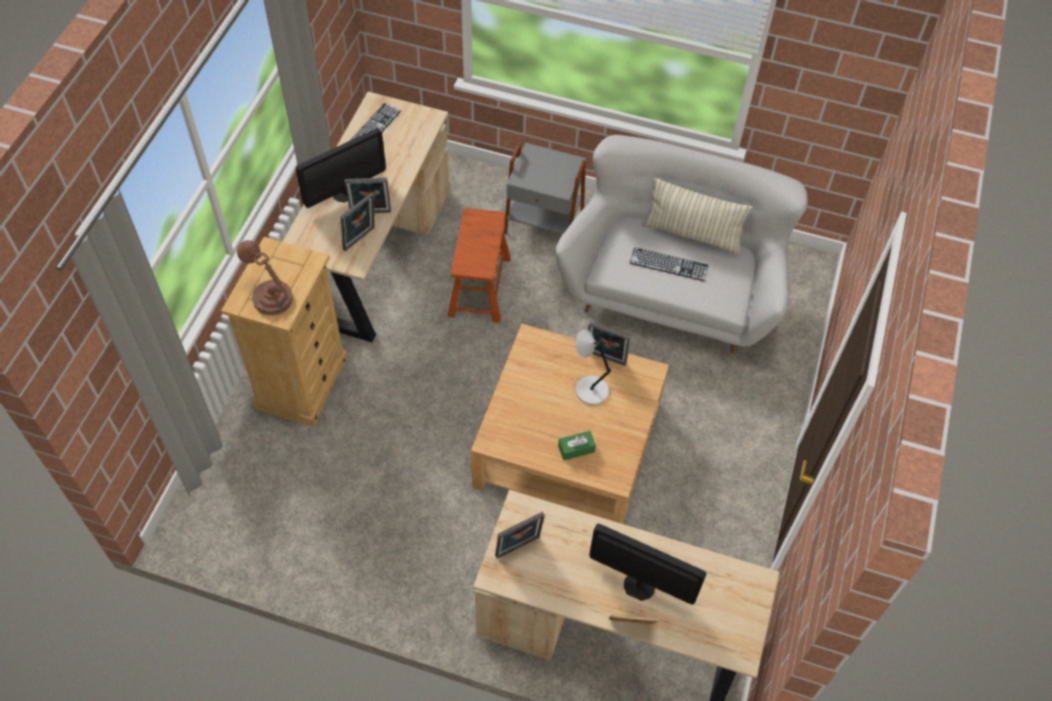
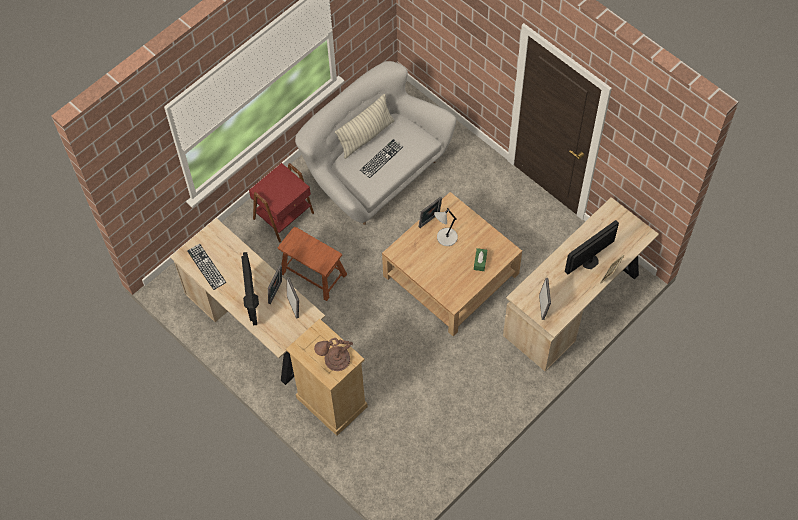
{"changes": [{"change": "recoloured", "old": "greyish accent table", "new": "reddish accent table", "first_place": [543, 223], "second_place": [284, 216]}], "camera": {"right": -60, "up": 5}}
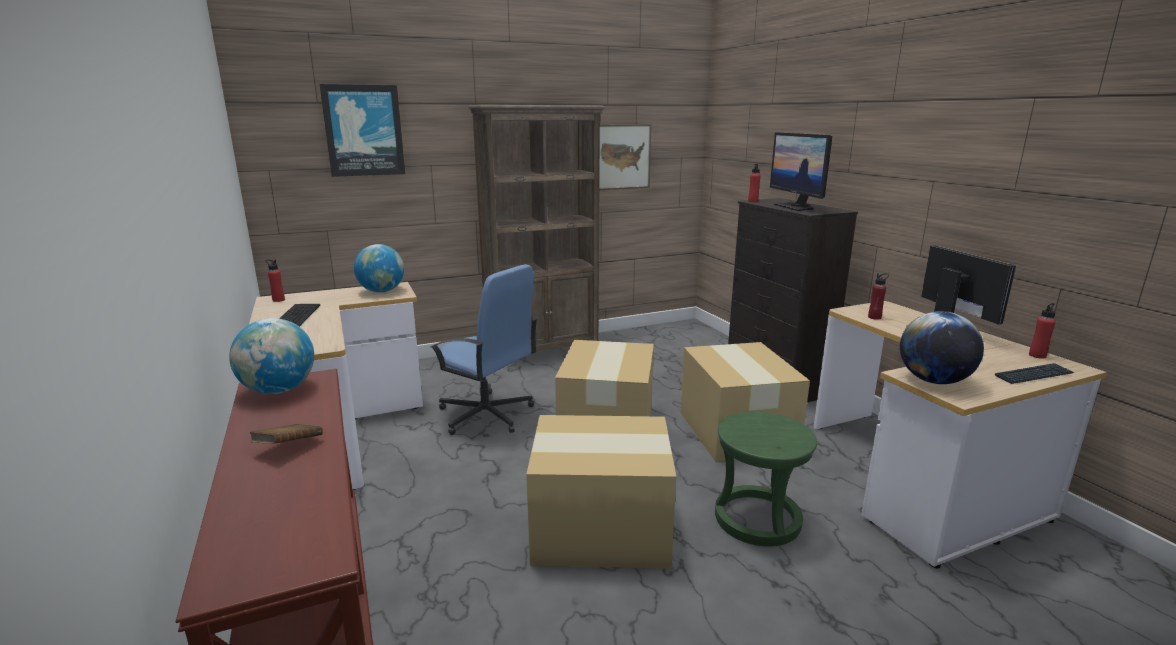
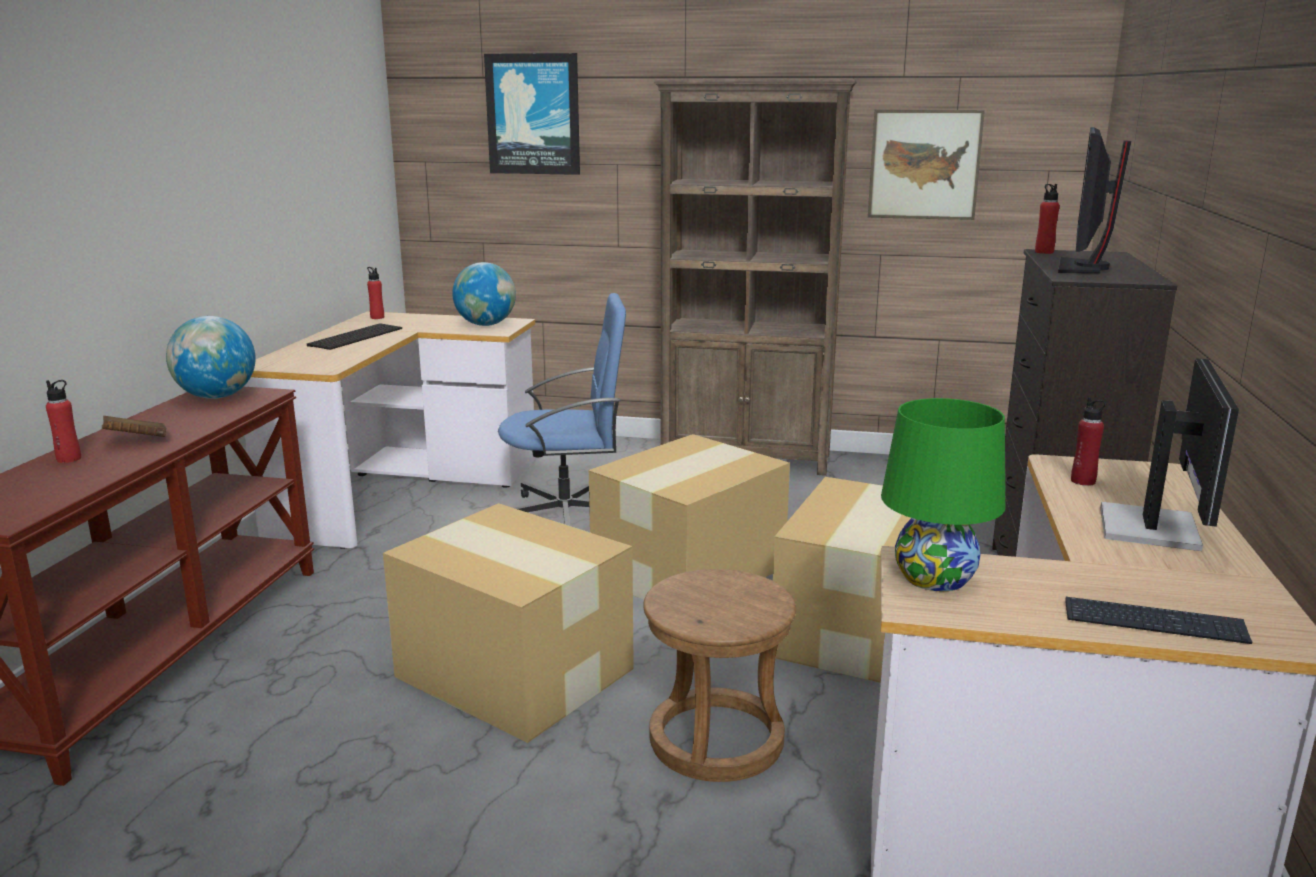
{"changes": [{"change": "moved", "old": "reddish beverage bottle", "first_place": [1037, 355], "second_place": [69, 459]}, {"change": "turned", "old": "blue desk chair", "first_place": [486, 415], "second_place": [567, 515], "degrees": -75}, {"change": "recoloured", "old": "greenish stool seat", "new": "brown stool seat", "first_place": [756, 519], "second_place": [716, 739]}, {"change": "replaced", "old": "desk globe", "new": "greenish lamp for a table", "first_place": [933, 381], "second_place": [934, 577]}], "camera": {"right": 35, "up": 0}}
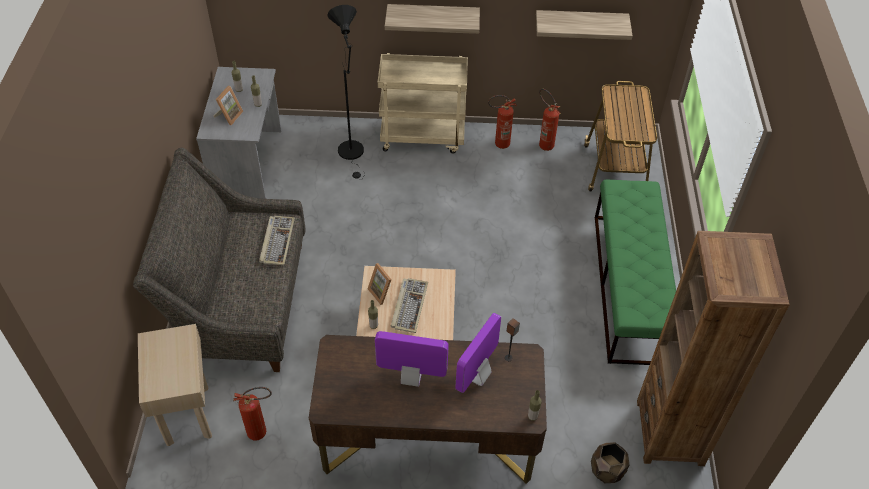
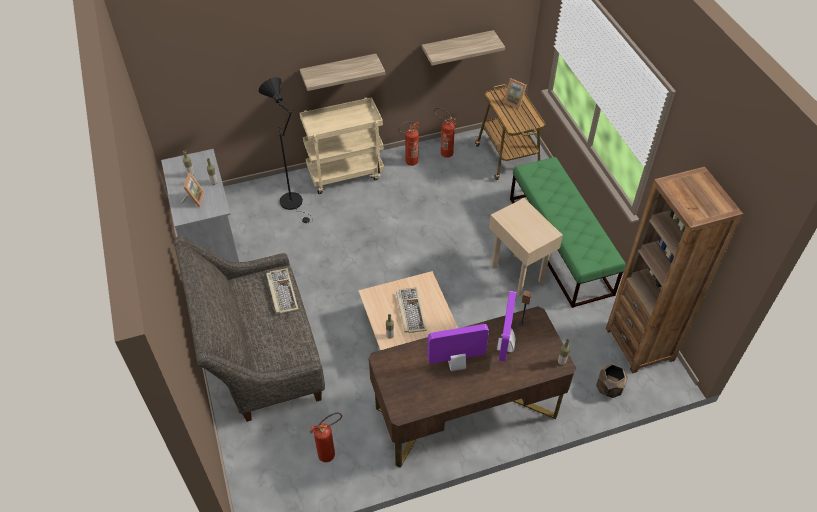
{"changes": [{"change": "moved", "old": "beige-coloured accent table", "first_place": [188, 415], "second_place": [518, 273]}, {"change": "moved", "old": "standing frame", "first_place": [382, 292], "second_place": [514, 101]}], "camera": {"right": -20, "up": 0}}
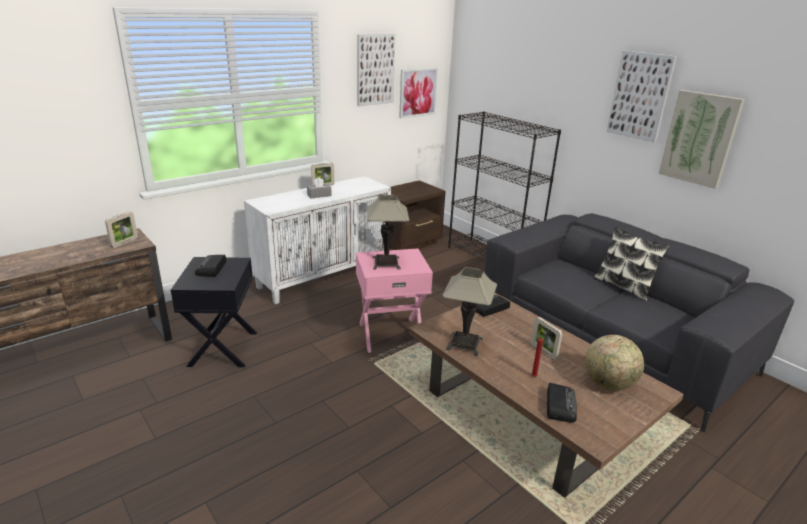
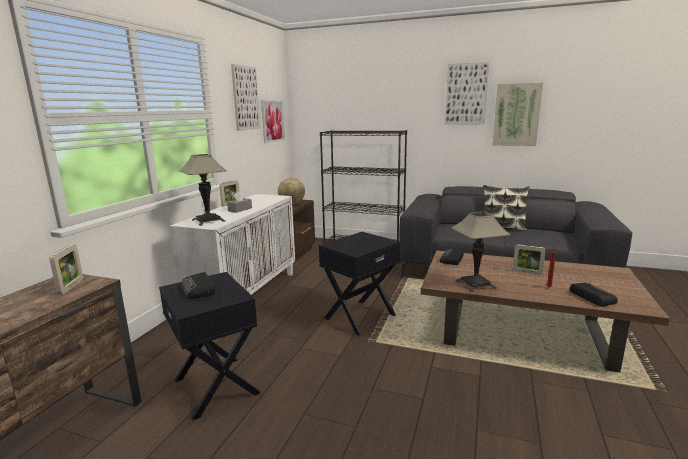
{"changes": [{"change": "moved", "old": "lamp for a table", "first_place": [386, 263], "second_place": [208, 220]}, {"change": "moved", "old": "desk globe", "first_place": [608, 384], "second_place": [292, 204]}, {"change": "recoloured", "old": "pinkish accent table", "new": "black accent table", "first_place": [390, 334], "second_place": [359, 316]}], "camera": {"right": -30, "up": -10}}
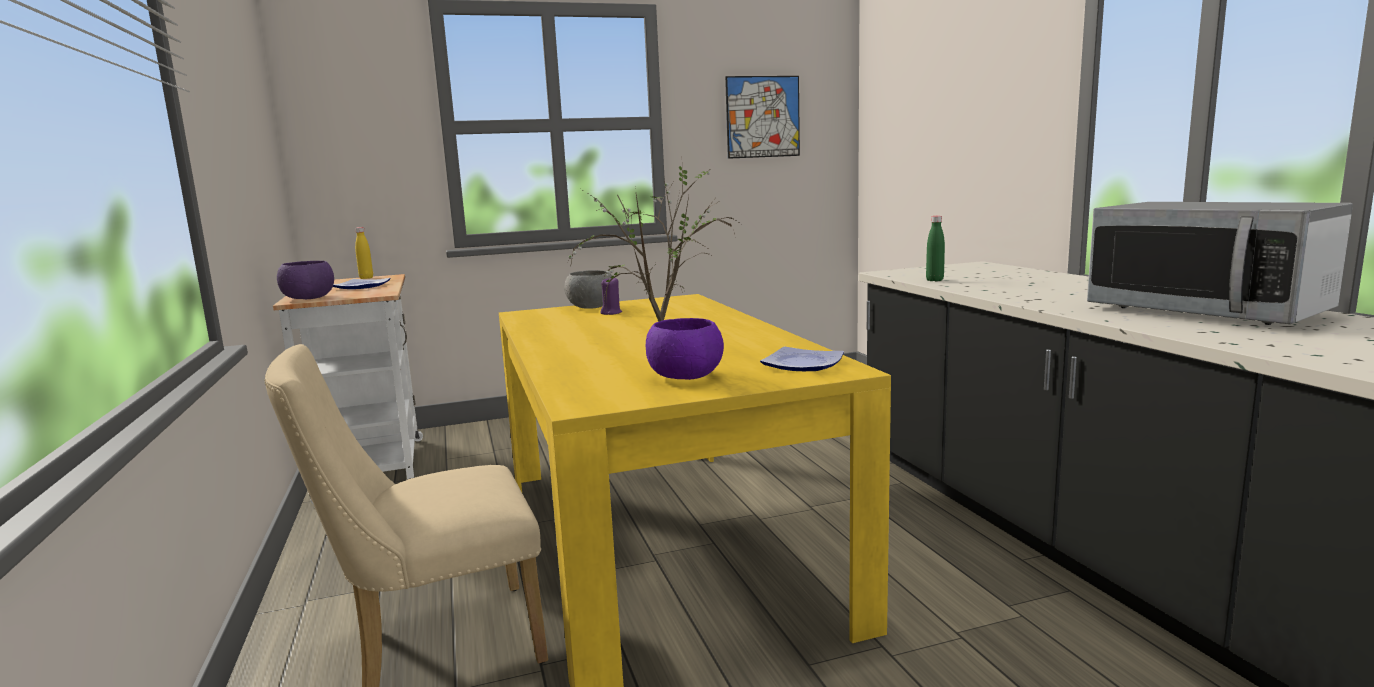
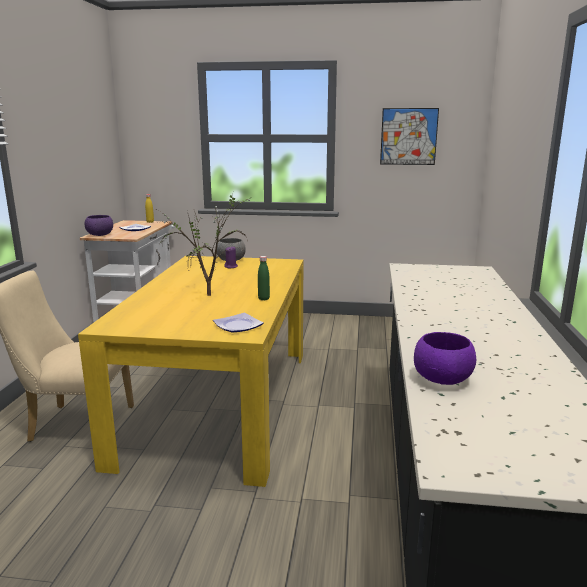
{"changes": [{"change": "moved", "old": "greenish beverage bottle", "first_place": [934, 280], "second_place": [263, 299]}, {"change": "moved", "old": "purple-coloured bowl", "first_place": [685, 377], "second_place": [441, 379]}, {"change": "removed", "old": "kitchen microwave", "first_place": [1206, 311]}], "camera": {"right": 25, "up": 5}}
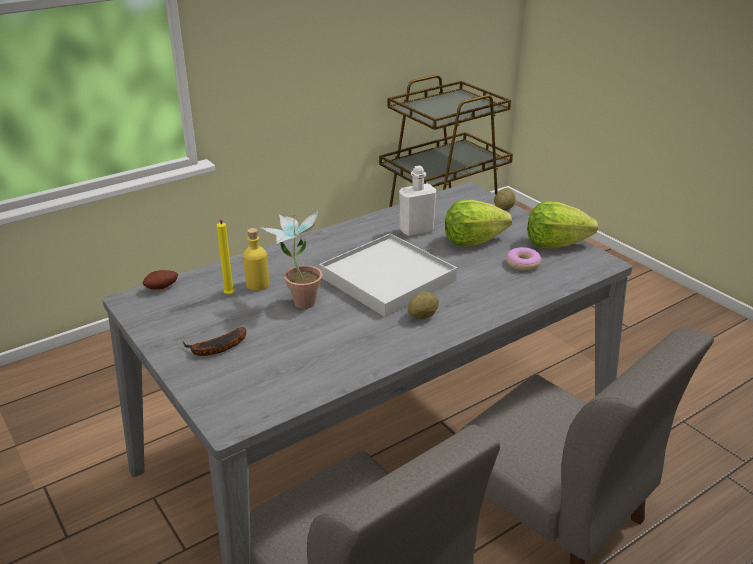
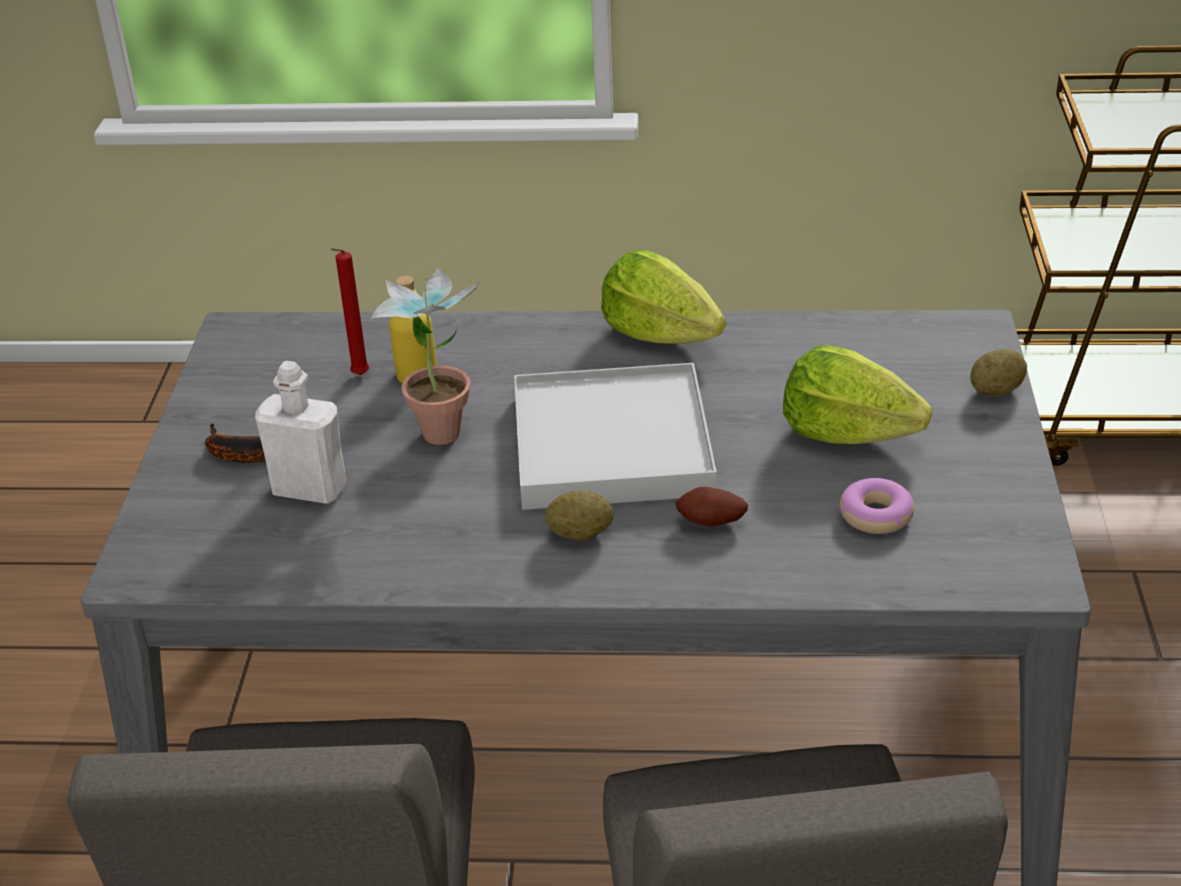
{"changes": [{"change": "moved", "old": "whitish beverage bottle", "first_place": [416, 230], "second_place": [309, 489]}, {"change": "recoloured", "old": "yellow-coloured wax light", "new": "reddish wax light", "first_place": [229, 296], "second_place": [358, 376]}, {"change": "moved", "old": "lettuce", "first_place": [555, 243], "second_place": [660, 334]}, {"change": "moved", "old": "whole potato", "first_place": [162, 288], "second_place": [711, 523]}], "camera": {"right": 40, "up": 5}}
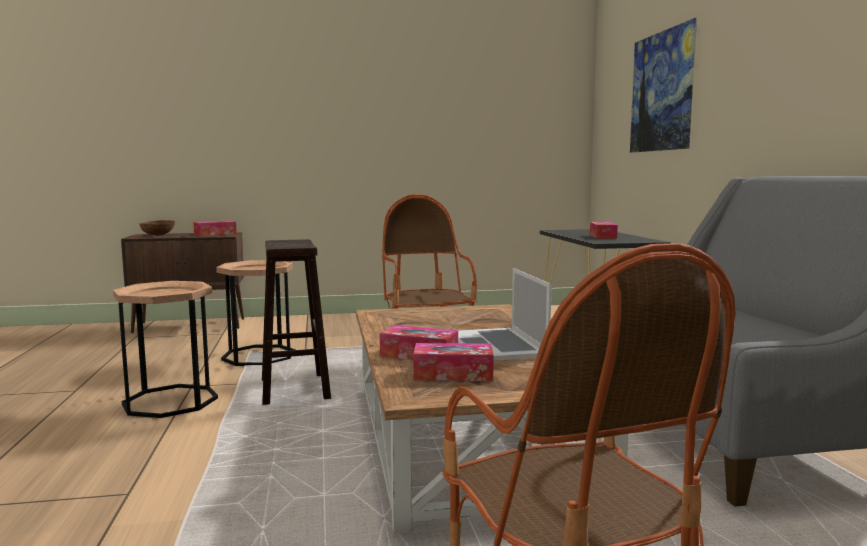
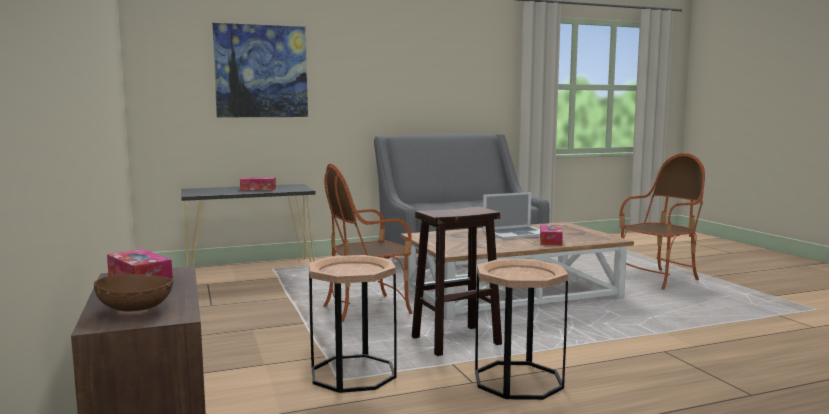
{"changes": [{"change": "removed", "old": "tissue holder", "first_place": [453, 374]}], "camera": {"right": -100, "up": 0}}
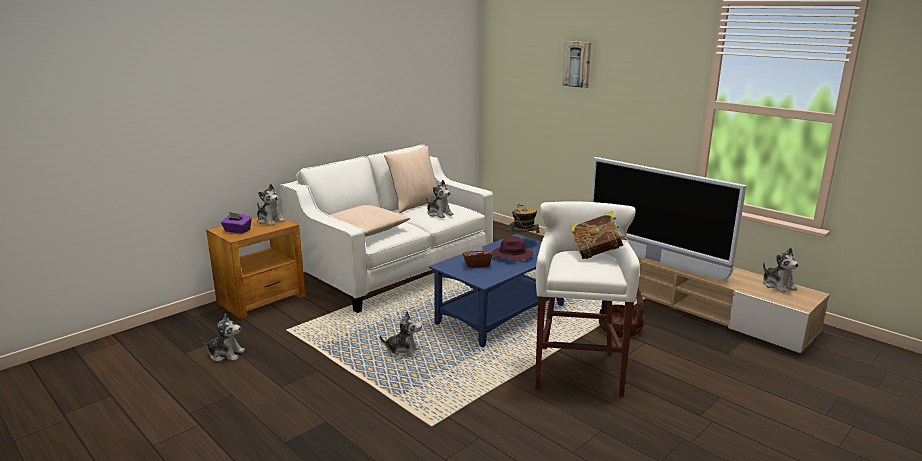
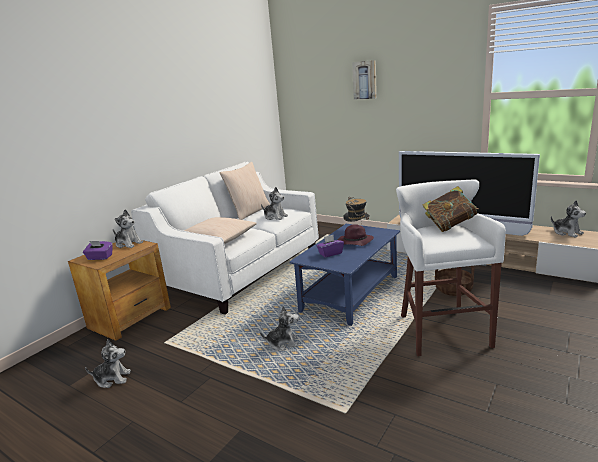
{"changes": [{"change": "recoloured", "old": "brown tissue holder", "new": "purple-coloured tissue holder", "first_place": [477, 264], "second_place": [330, 253]}], "camera": {"right": -10, "up": 0}}
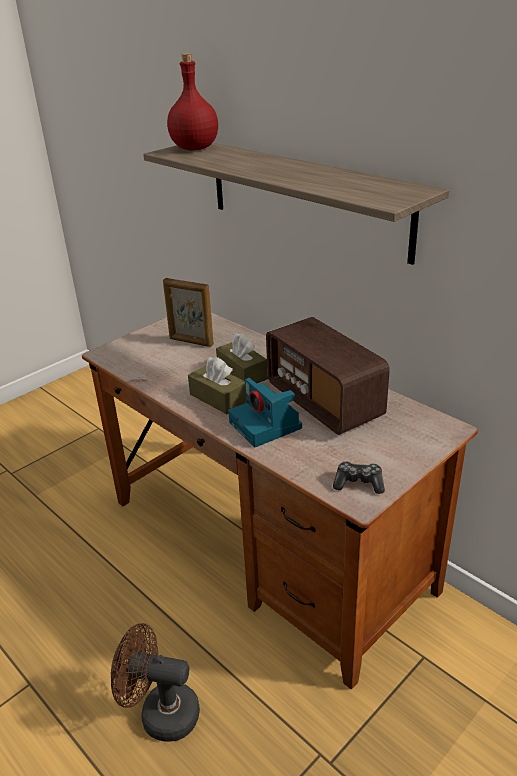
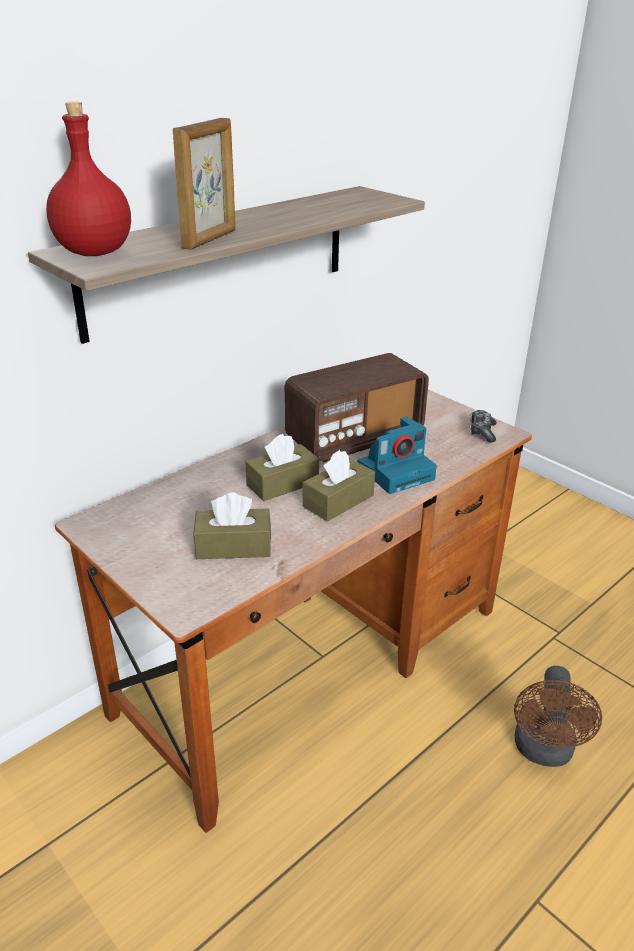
{"changes": [{"change": "moved", "old": "standing frame", "first_place": [191, 342], "second_place": [210, 239]}, {"change": "added", "new": "brown tissue holder", "second_place": [233, 546]}], "camera": {"right": -90, "up": 0}}
